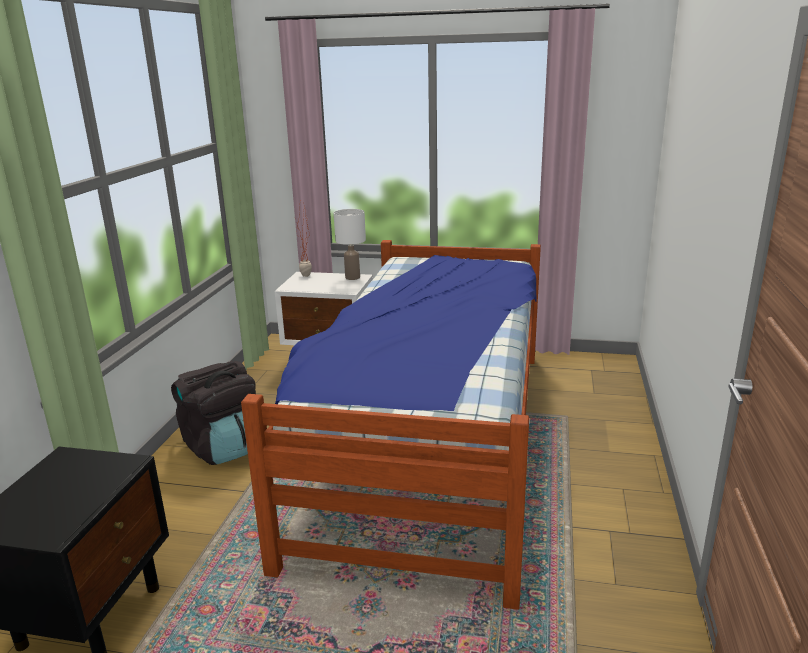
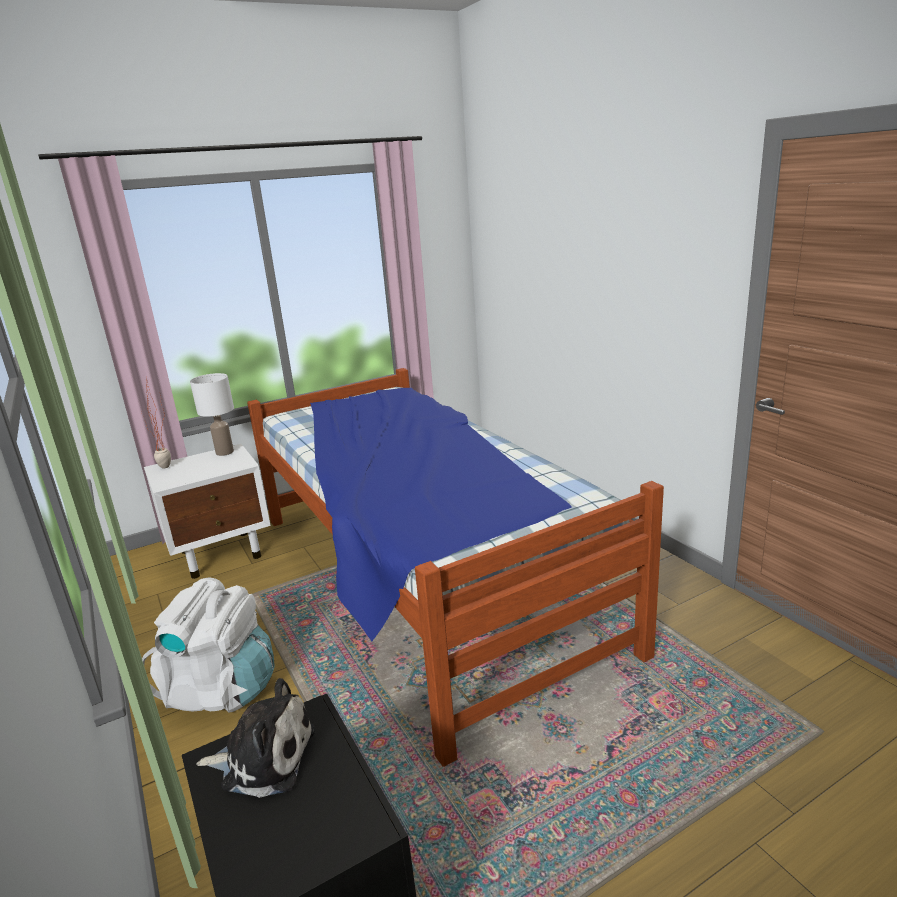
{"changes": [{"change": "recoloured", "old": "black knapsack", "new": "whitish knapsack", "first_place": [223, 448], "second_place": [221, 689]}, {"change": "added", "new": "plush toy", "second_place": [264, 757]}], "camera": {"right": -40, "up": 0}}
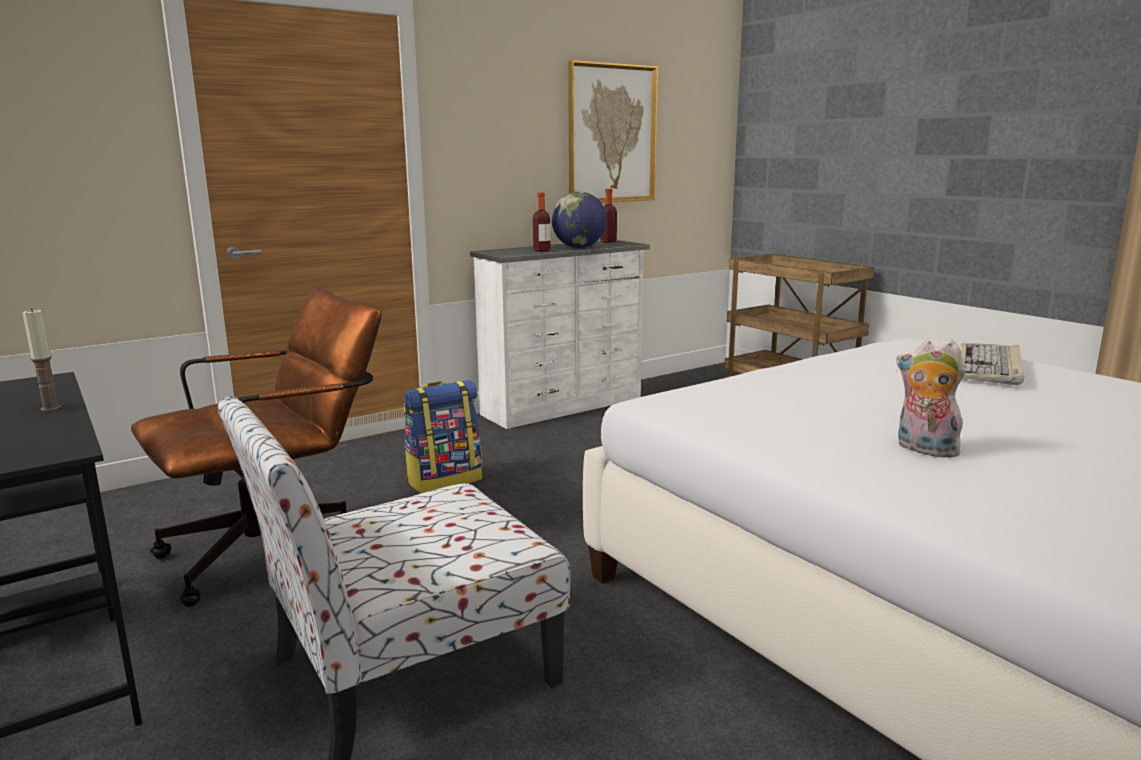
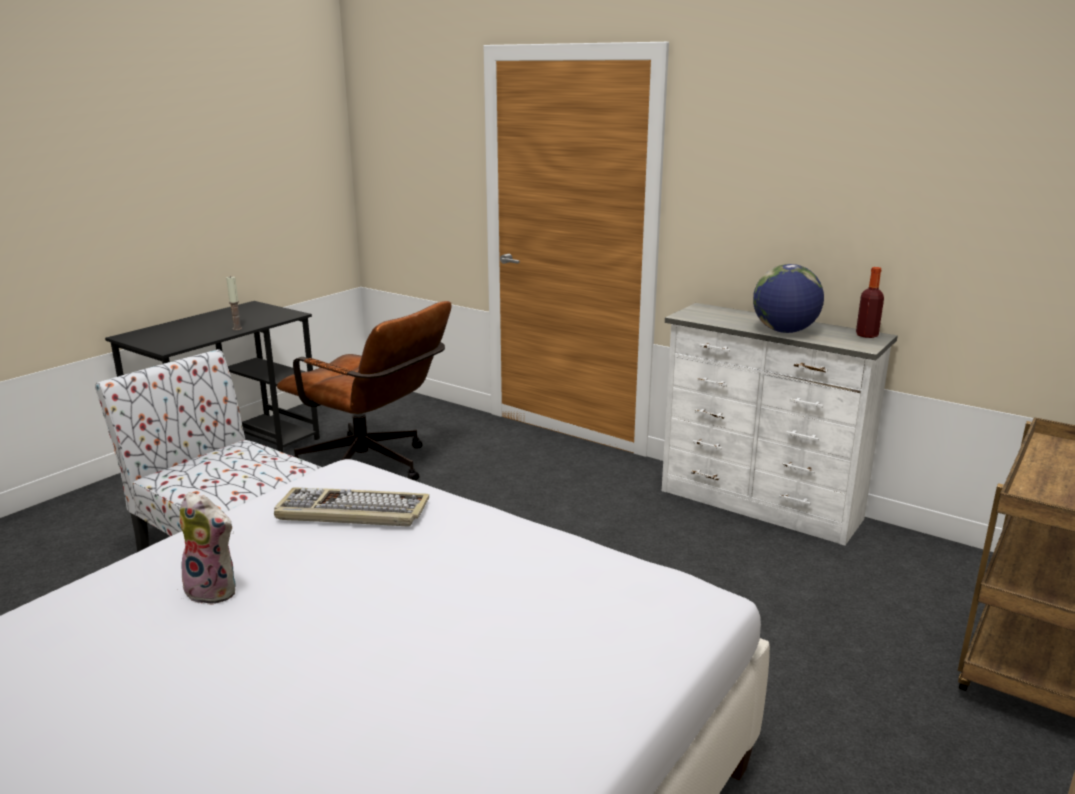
{"changes": [{"change": "turned", "old": "plush toy", "first_place": [923, 450], "second_place": [215, 590], "degrees": 90}, {"change": "moved", "old": "keyboard", "first_place": [990, 367], "second_place": [350, 511]}, {"change": "removed", "old": "knapsack", "first_place": [444, 480]}, {"change": "removed", "old": "beverage bottle", "first_place": [541, 250]}, {"change": "removed", "old": "wall picture", "first_place": [611, 134]}], "camera": {"right": 70, "up": 5}}
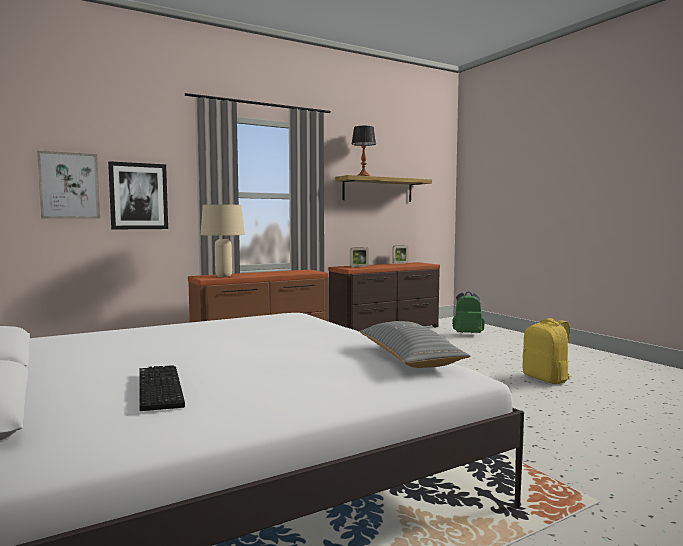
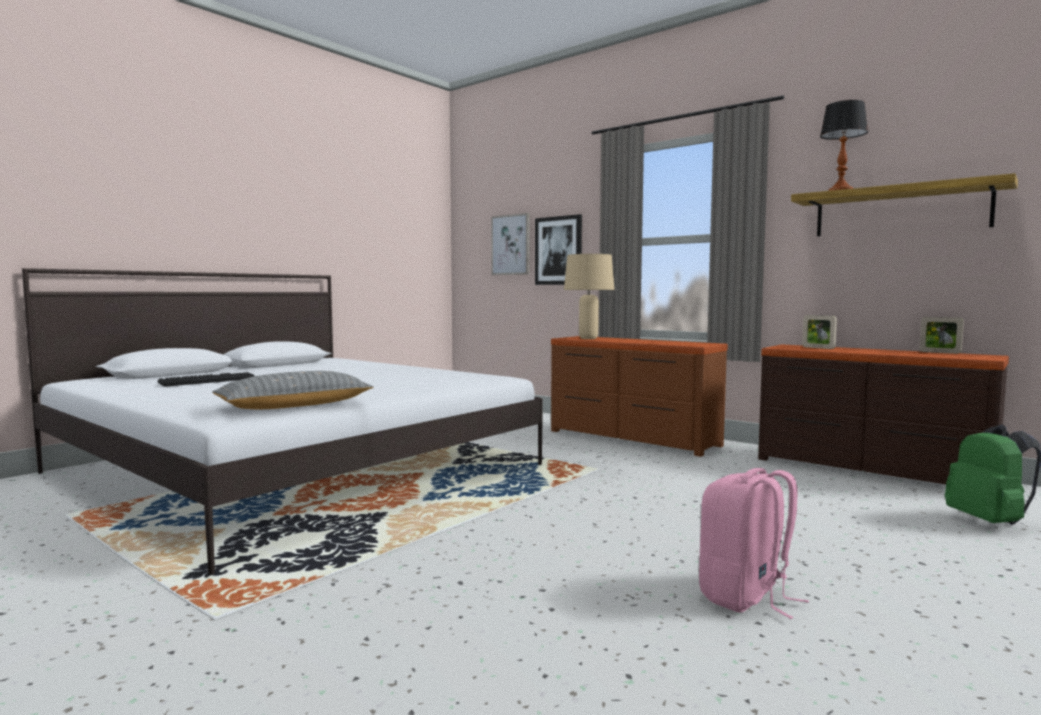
{"changes": [{"change": "recoloured", "old": "yellow-coloured knapsack", "new": "pinkish knapsack", "first_place": [546, 379], "second_place": [746, 597]}], "camera": {"right": 70, "up": 0}}
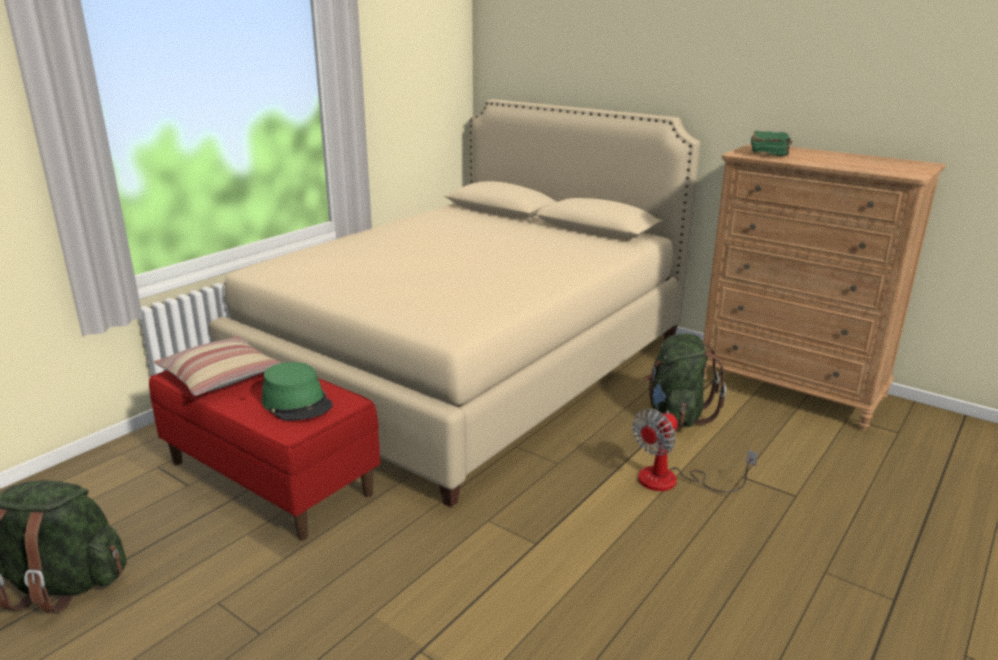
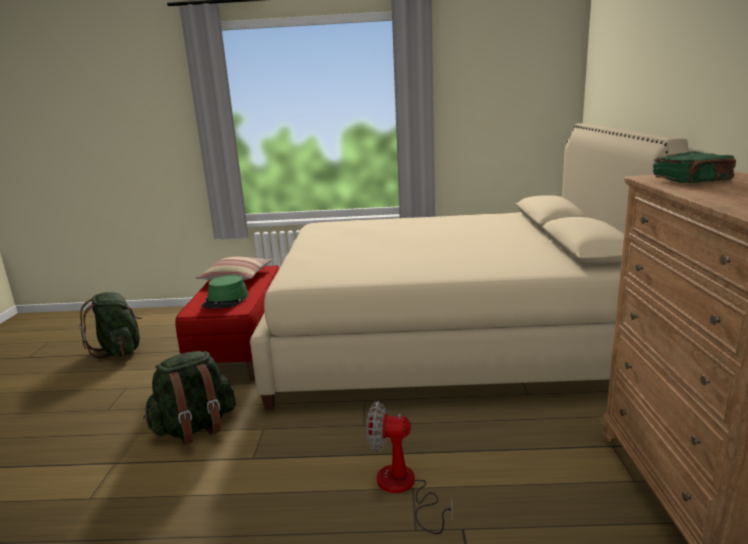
{"changes": [{"change": "moved", "old": "greenish knapsack", "first_place": [676, 416], "second_place": [195, 427]}], "camera": {"right": 55, "up": -5}}
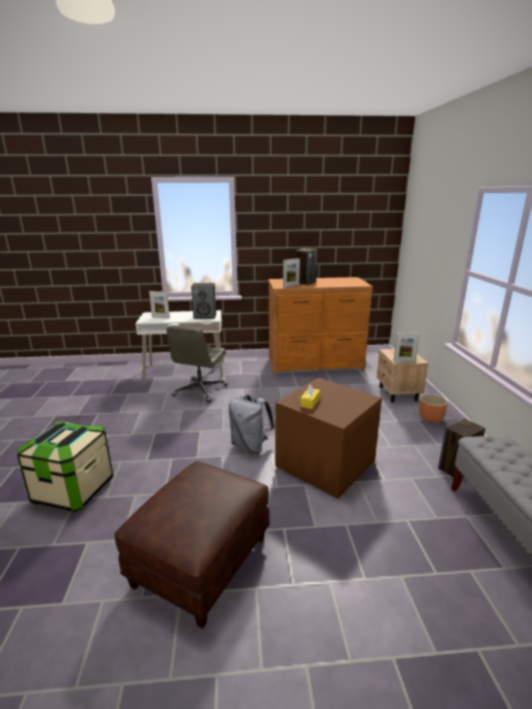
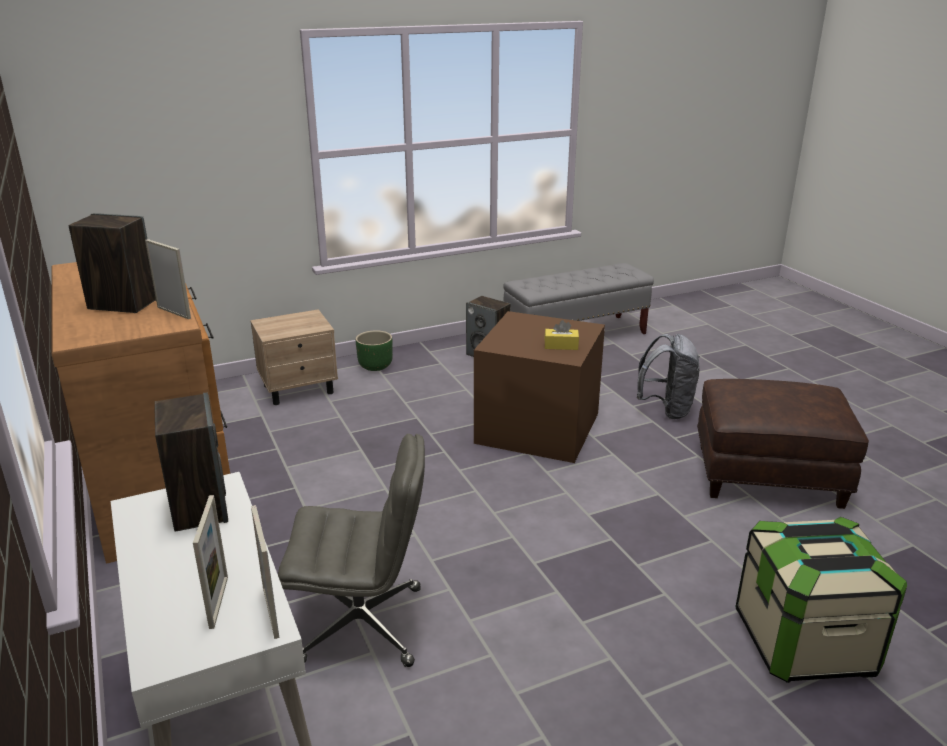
{"changes": [{"change": "moved", "old": "standing frame", "first_place": [404, 362], "second_place": [271, 612]}, {"change": "recoloured", "old": "brown planter", "new": "greenish planter", "first_place": [431, 419], "second_place": [376, 366]}, {"change": "moved", "old": "greyish knapsack", "first_place": [250, 446], "second_place": [666, 409]}], "camera": {"right": -110, "up": 5}}
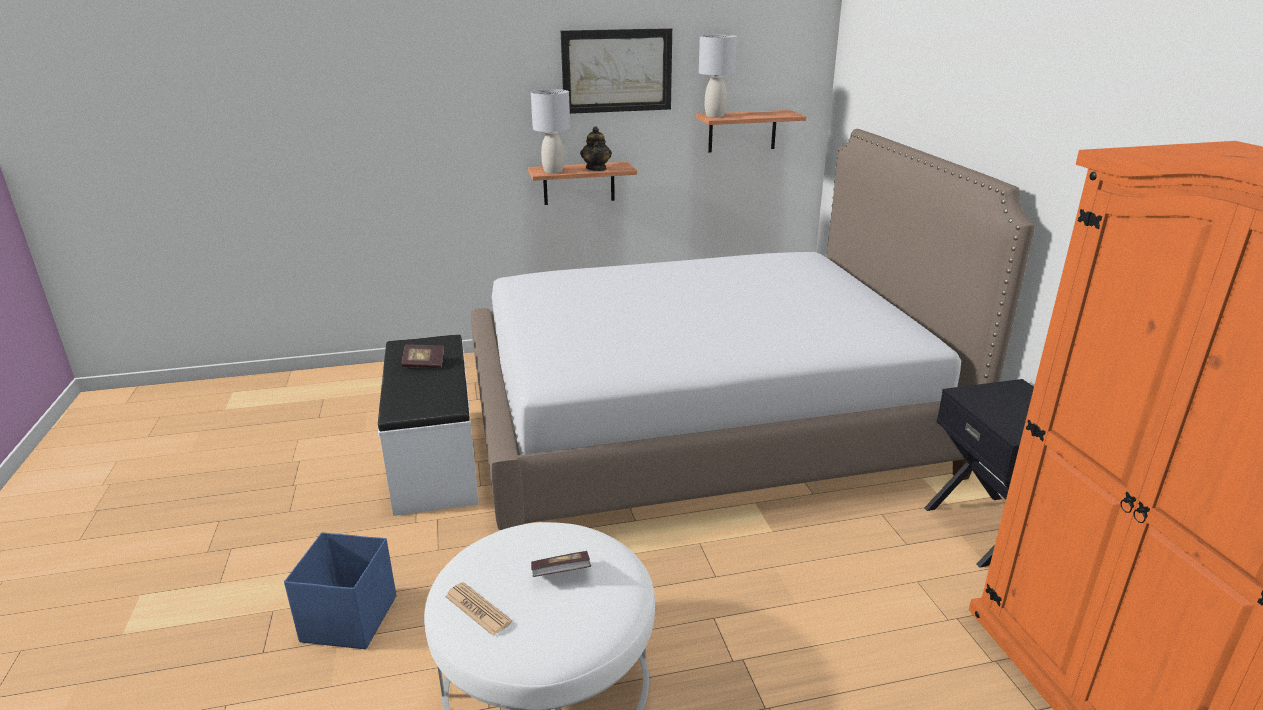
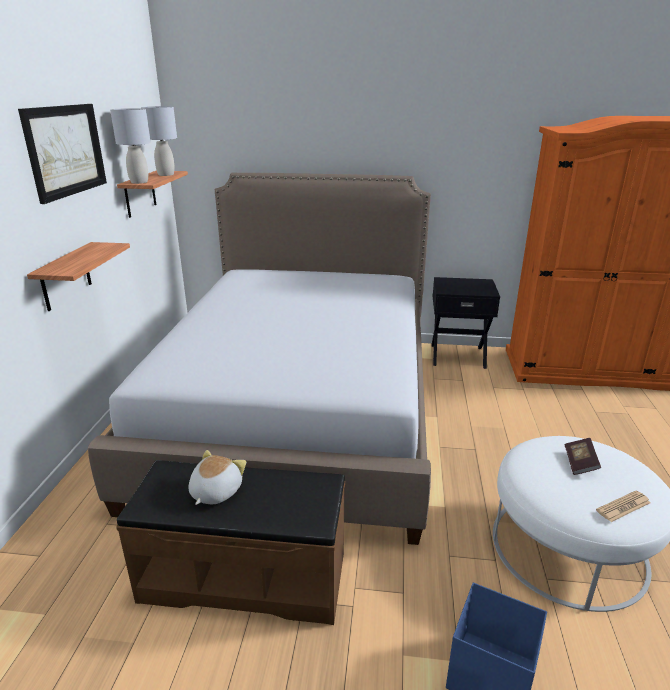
{"changes": [{"change": "recoloured", "old": "whitish bench", "new": "brown bench", "first_place": [436, 458], "second_place": [245, 576]}, {"change": "moved", "old": "greyish lamp for a table", "first_place": [553, 171], "second_place": [166, 174]}, {"change": "replaced", "old": "volume", "new": "plush toy", "first_place": [424, 364], "second_place": [215, 492]}, {"change": "removed", "old": "pot for tea", "first_place": [596, 169]}], "camera": {"right": -70, "up": 0}}
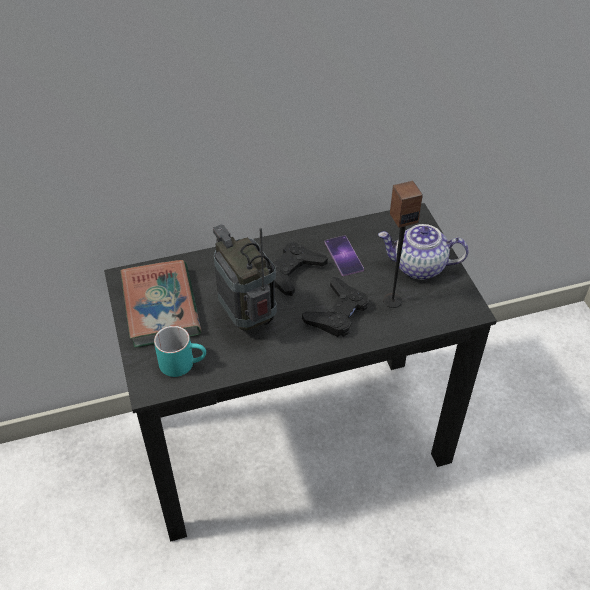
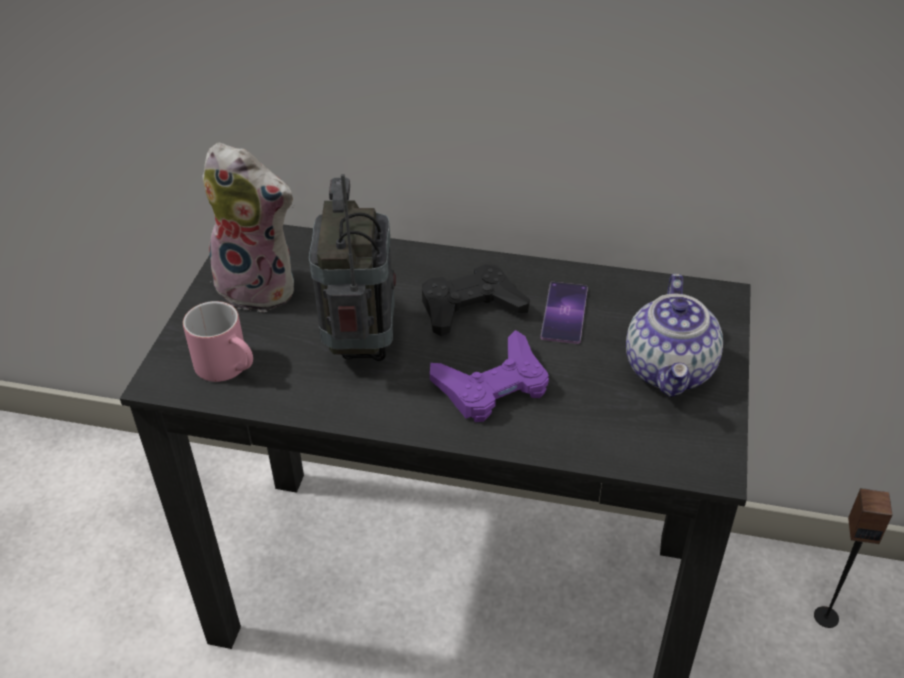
{"changes": [{"change": "recoloured", "old": "turquoise coffee mug", "new": "pinkish coffee mug", "first_place": [183, 363], "second_place": [230, 367]}, {"change": "replaced", "old": "volume", "new": "plush toy", "first_place": [161, 307], "second_place": [261, 287]}, {"change": "recoloured", "old": "black game controller", "new": "purple-coloured game controller", "first_place": [337, 312], "second_place": [493, 386]}, {"change": "turned", "old": "pot for tea", "first_place": [418, 267], "second_place": [670, 370], "degrees": -120}, {"change": "moved", "old": "speaker", "first_place": [392, 300], "second_place": [826, 616]}], "camera": {"right": 30, "up": -5}}
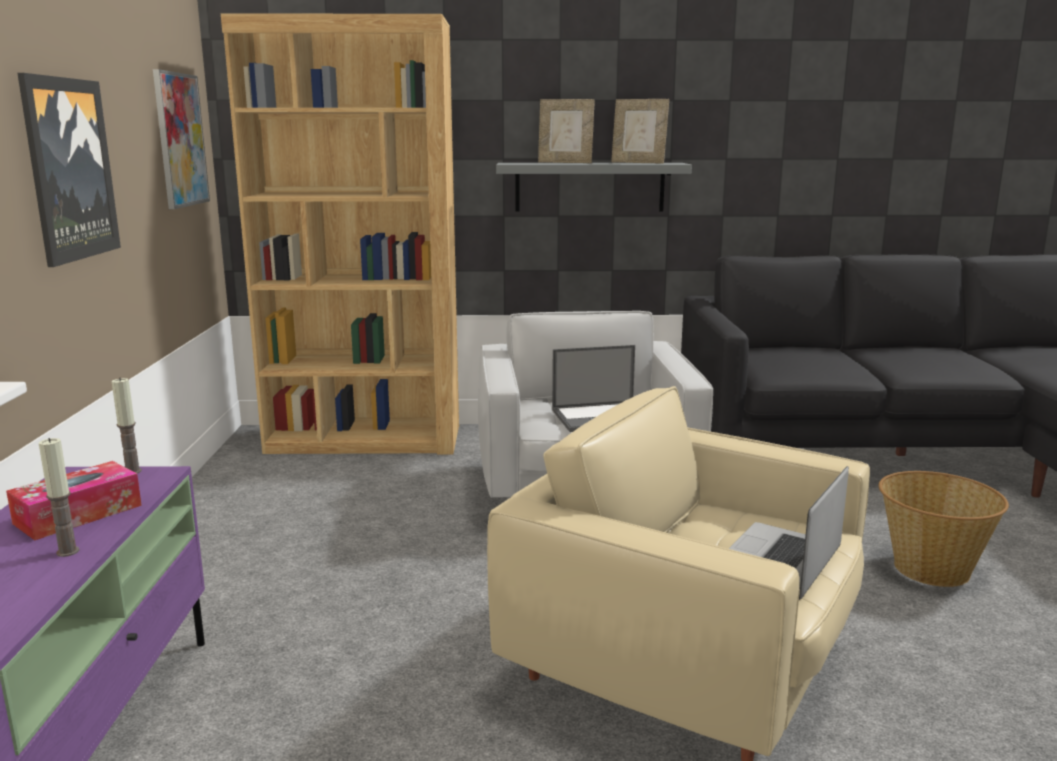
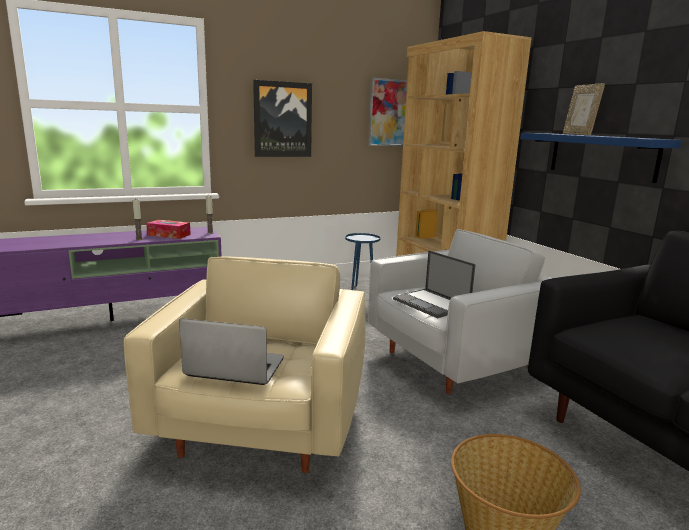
{"changes": [{"change": "added", "new": "blue accent table", "second_place": [360, 290]}, {"change": "recoloured", "old": "greyish shelf", "new": "blue shelf", "first_place": [589, 187], "second_place": [602, 156]}, {"change": "removed", "old": "standing frame", "first_place": [638, 163]}], "camera": {"right": 65, "up": 0}}
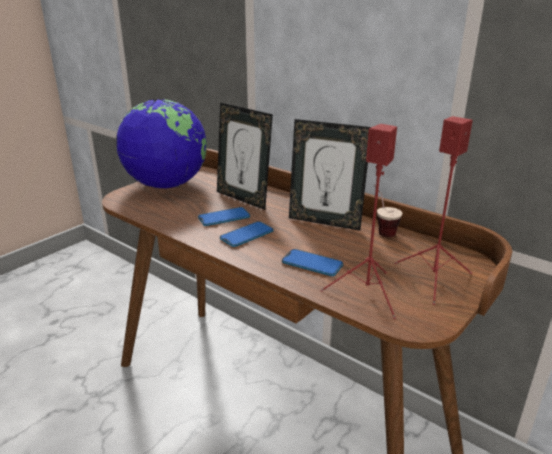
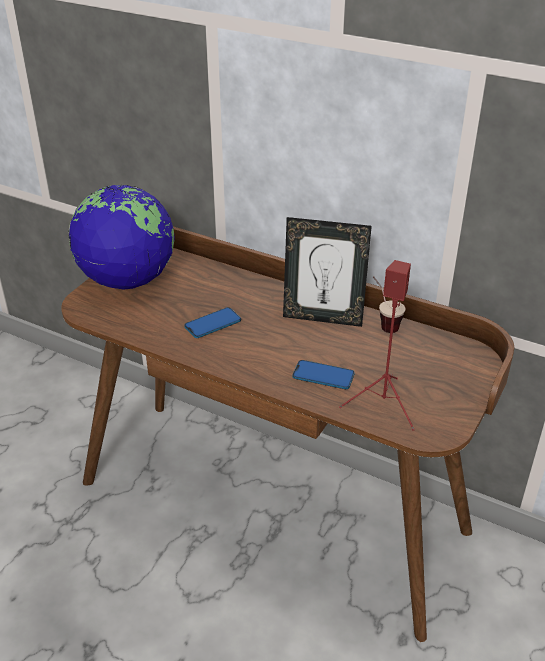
{"changes": [{"change": "removed", "old": "standing frame", "first_place": [244, 198]}, {"change": "removed", "old": "phone", "first_place": [247, 235]}, {"change": "removed", "old": "reddish speaker", "first_place": [433, 279]}], "camera": {"right": -10, "up": 10}}
